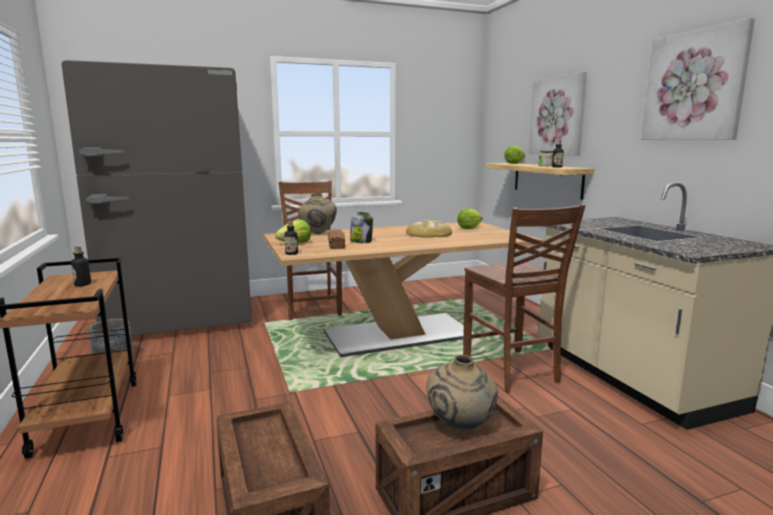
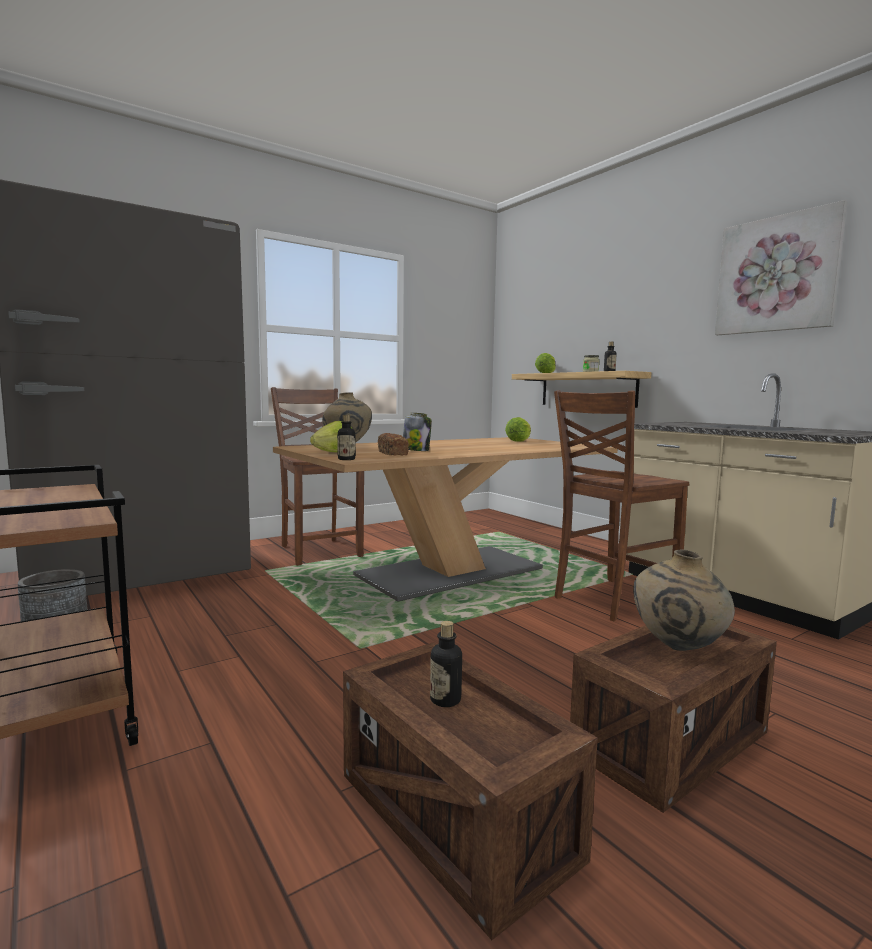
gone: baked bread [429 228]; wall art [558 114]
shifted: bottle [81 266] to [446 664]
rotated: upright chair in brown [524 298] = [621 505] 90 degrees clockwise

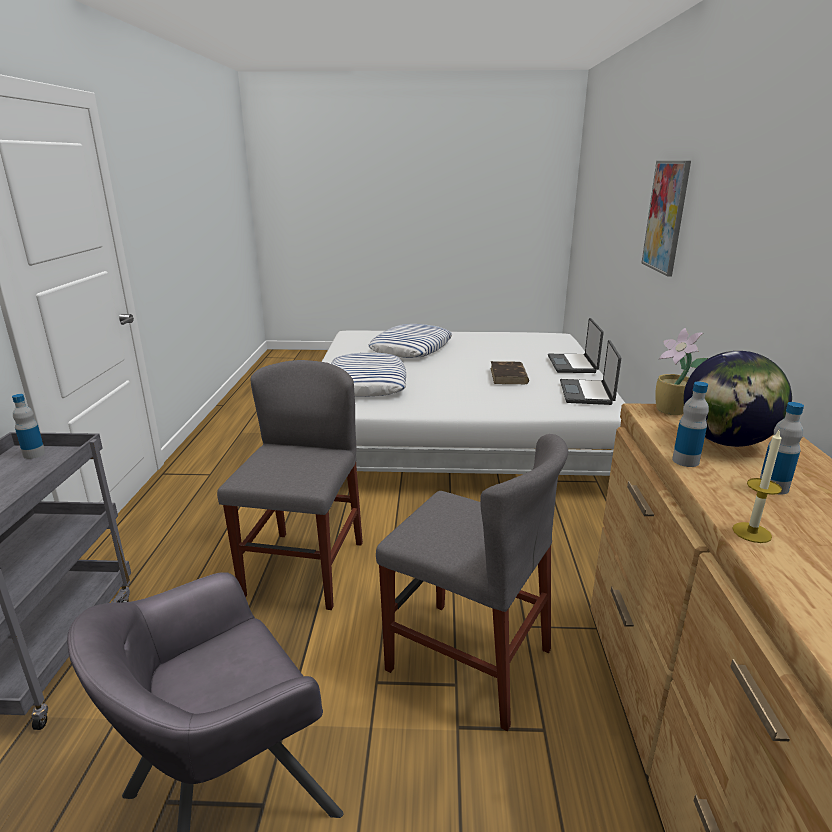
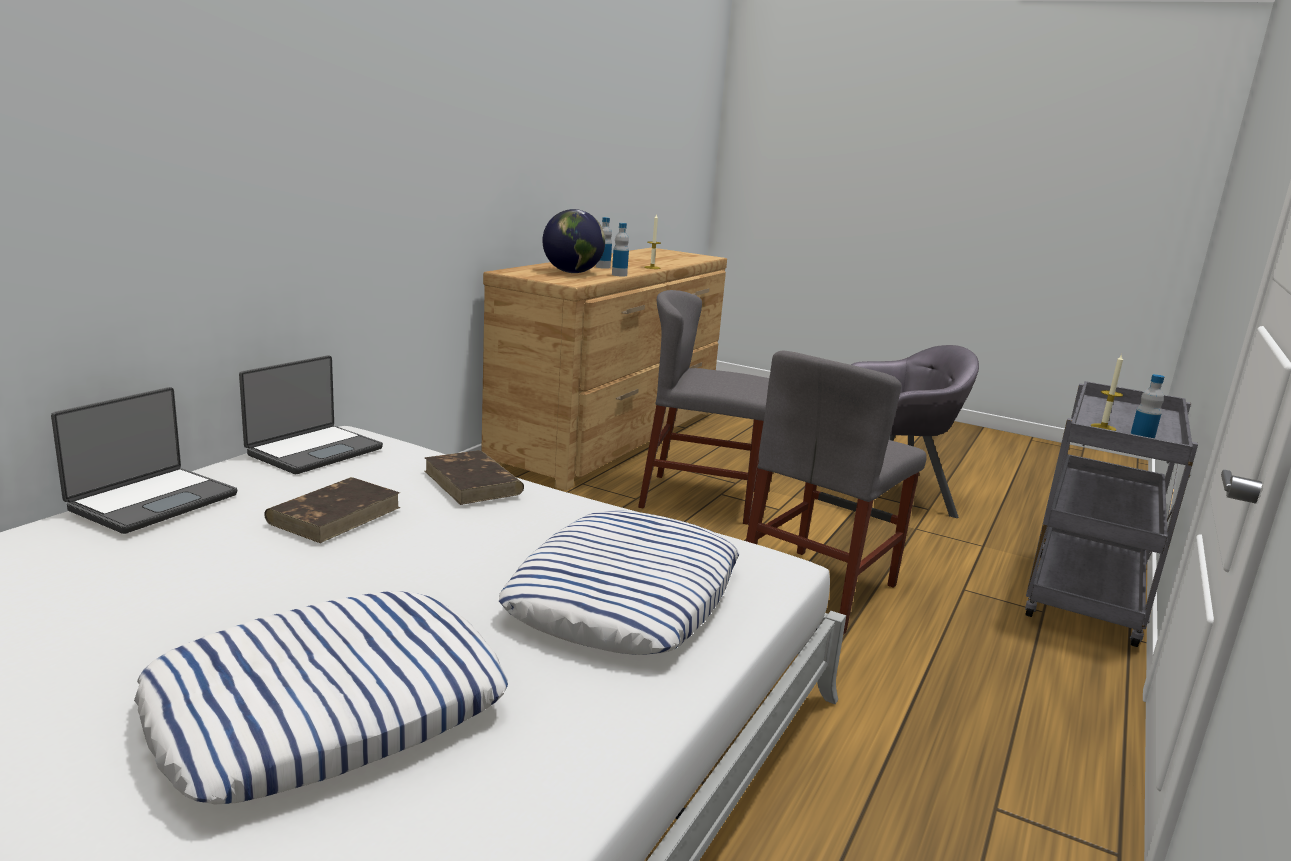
gone: wall art [666 218]; potted plant [681 371]
new: book in brown [474 477]; wax light [1107 392]
rotated: upright chair in greyish [472 582] = [703 407] 45 degrees counterclockwise

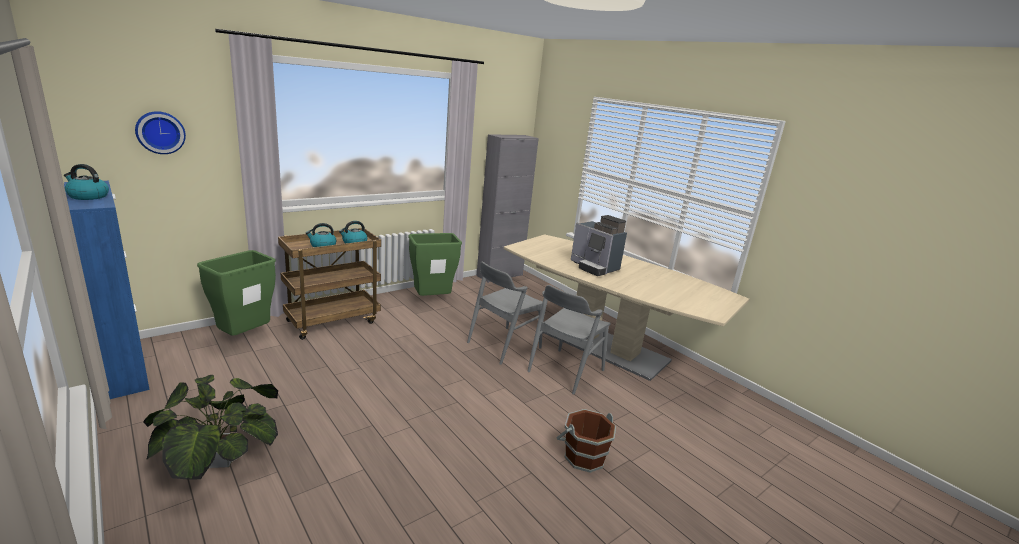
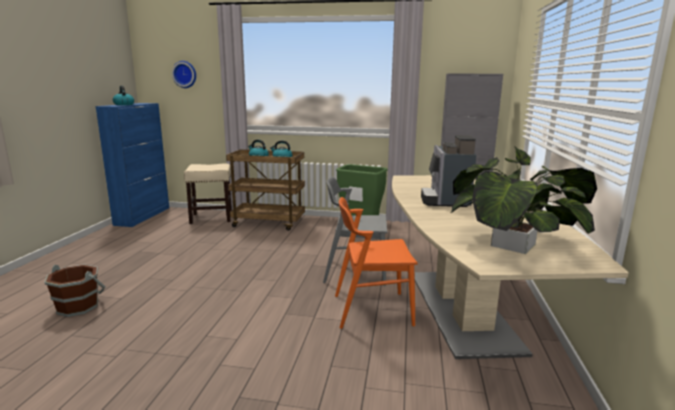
shifted: potted plant [210 427] to [524 200]; pail in brown [586 441] to [74 290]
swapped: waste bin in greenish [236 292] to stool seat in sand-coloured [208 193]
repainted: upright chair in greyish [569 340] to upright chair in orangey [376 263]

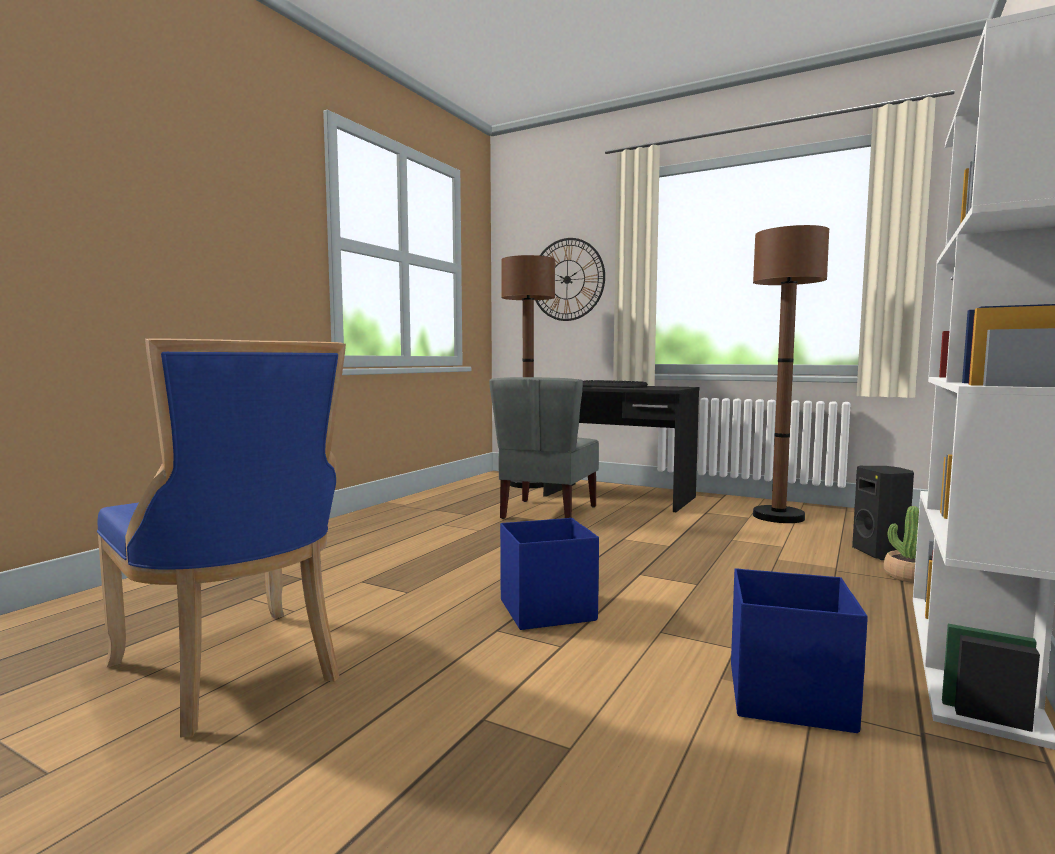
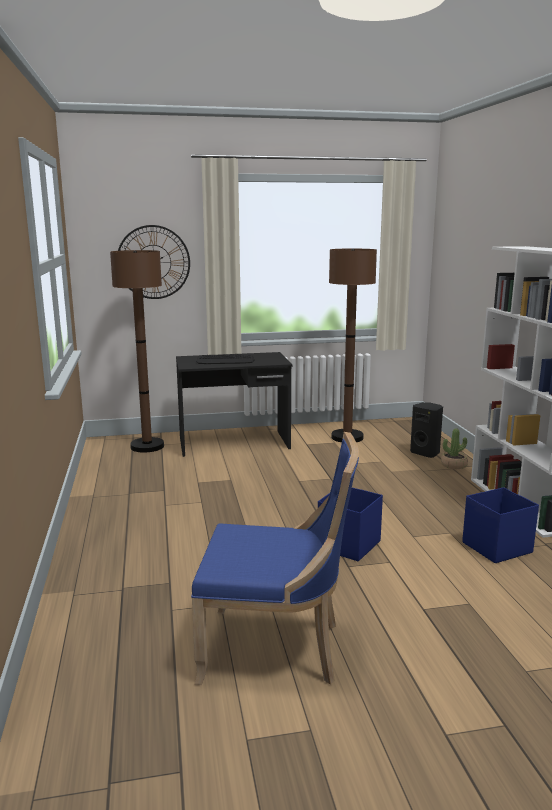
gone: upright chair in greyish [544 448]

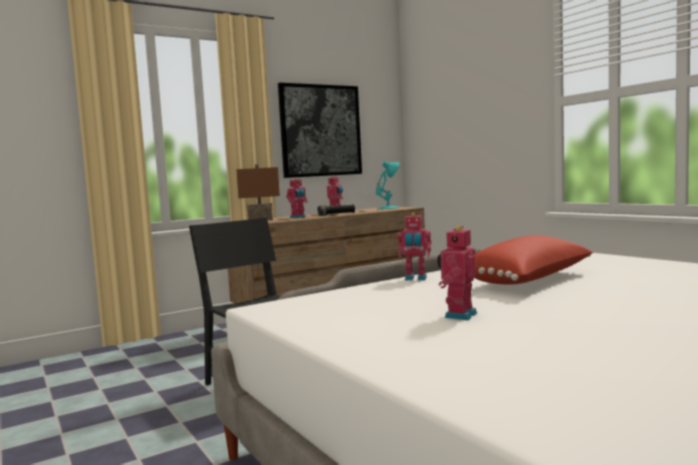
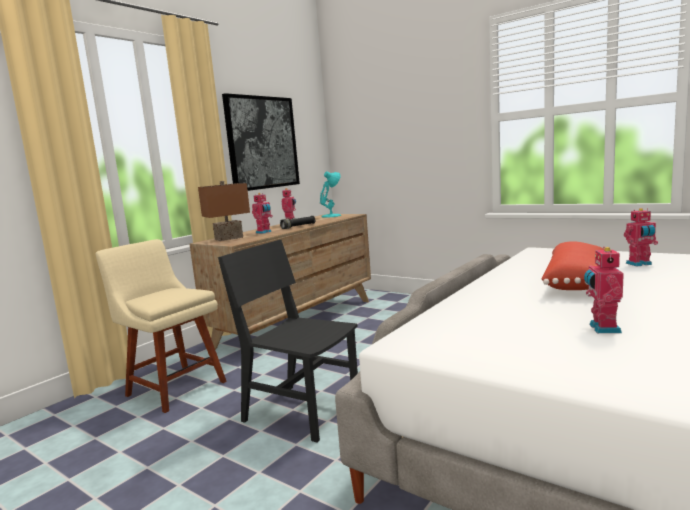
new: upright chair in sand-coloured [161 326]
shifted: model robot [414 246] to [641 237]

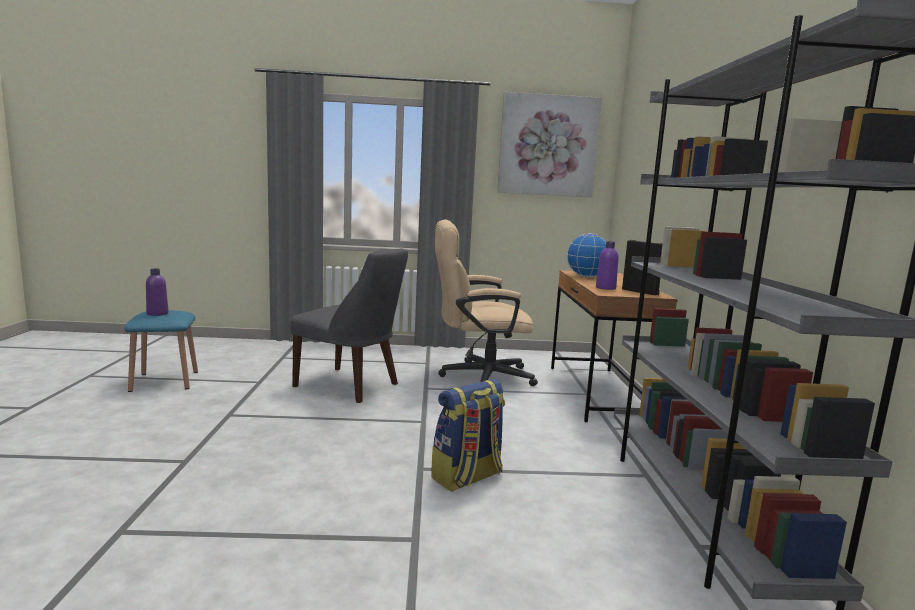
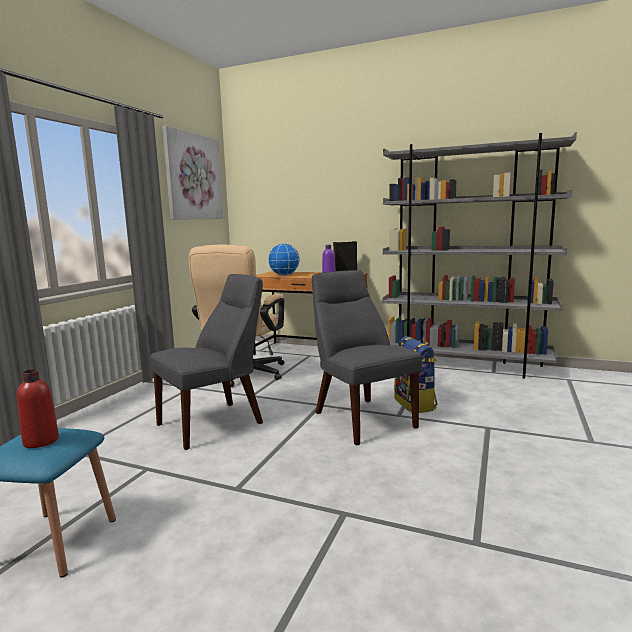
new: upright chair in greyish [367 357]
repainted: bottle in purplish [157 292] to bottle in red [38 408]

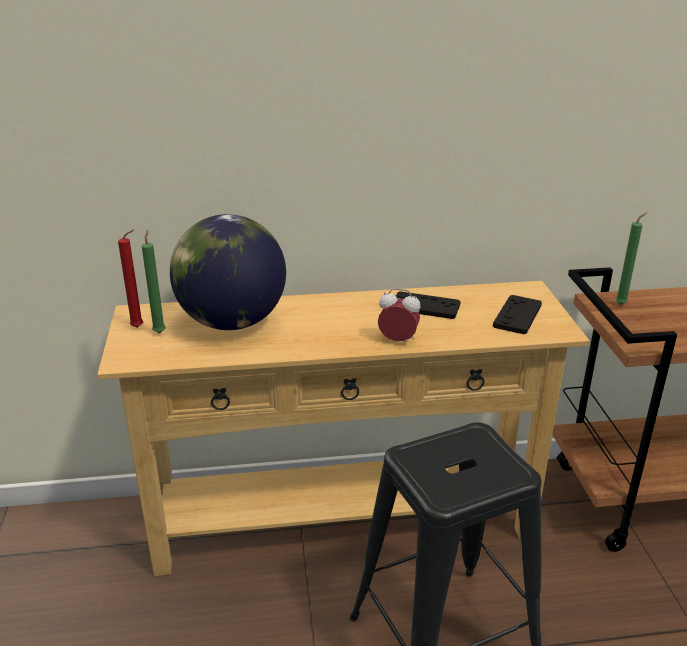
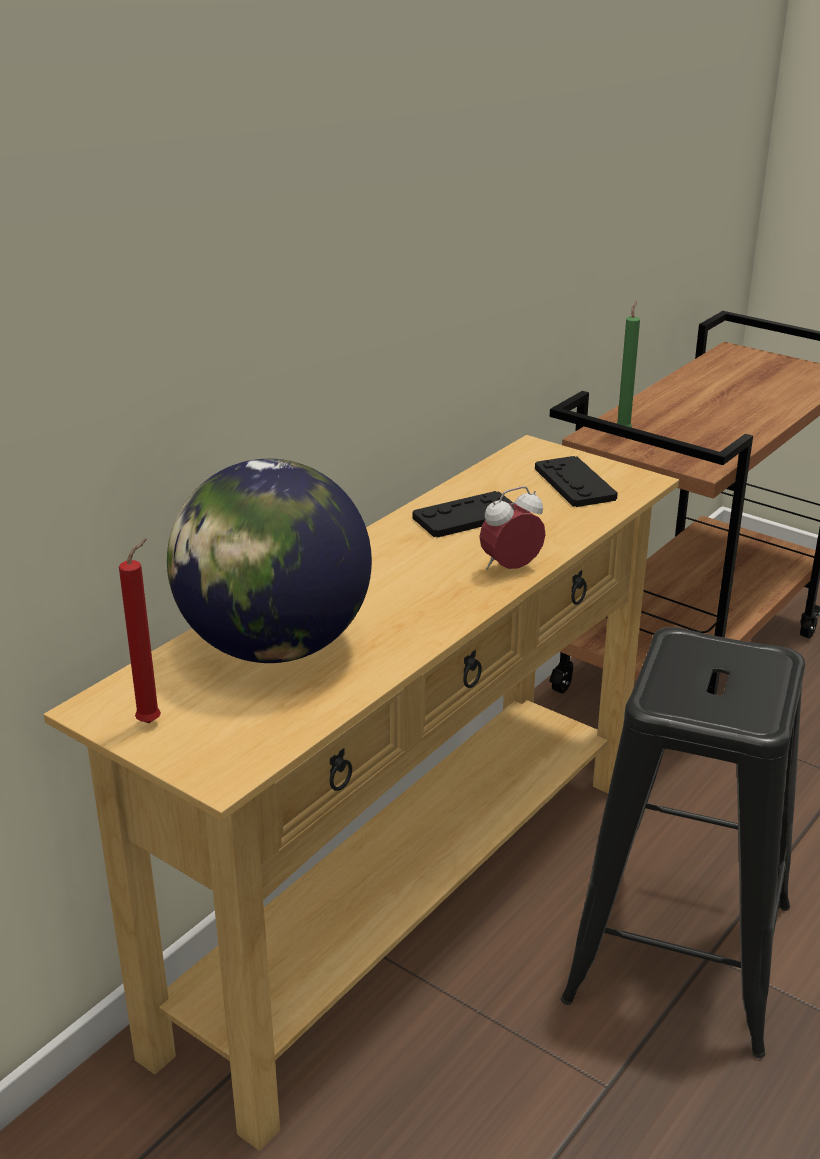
gone: wax light in greenish [154 281]

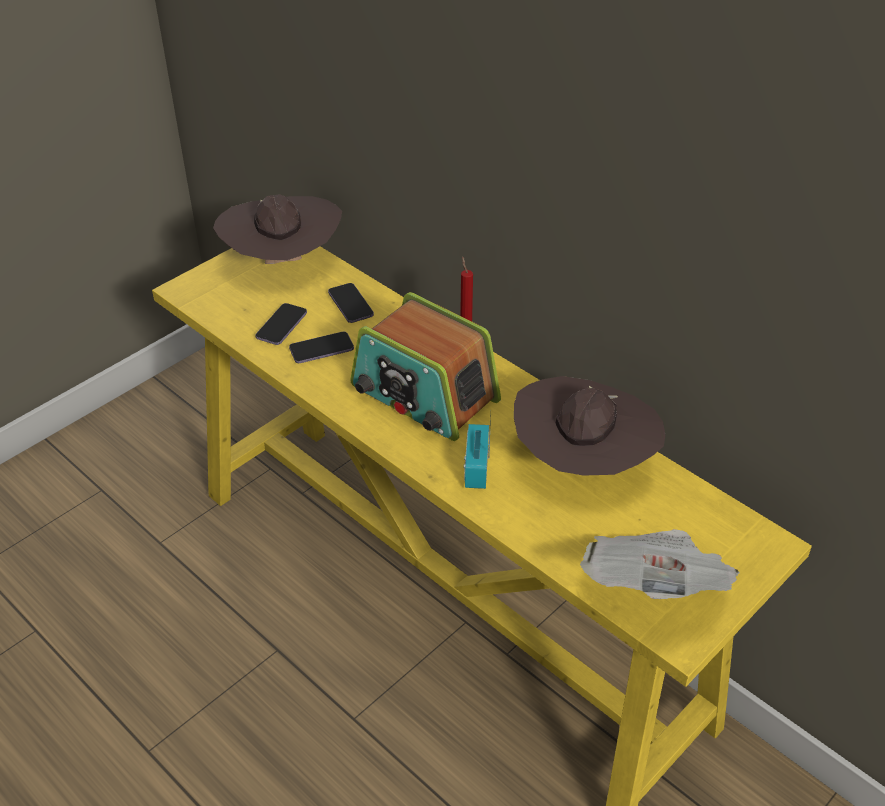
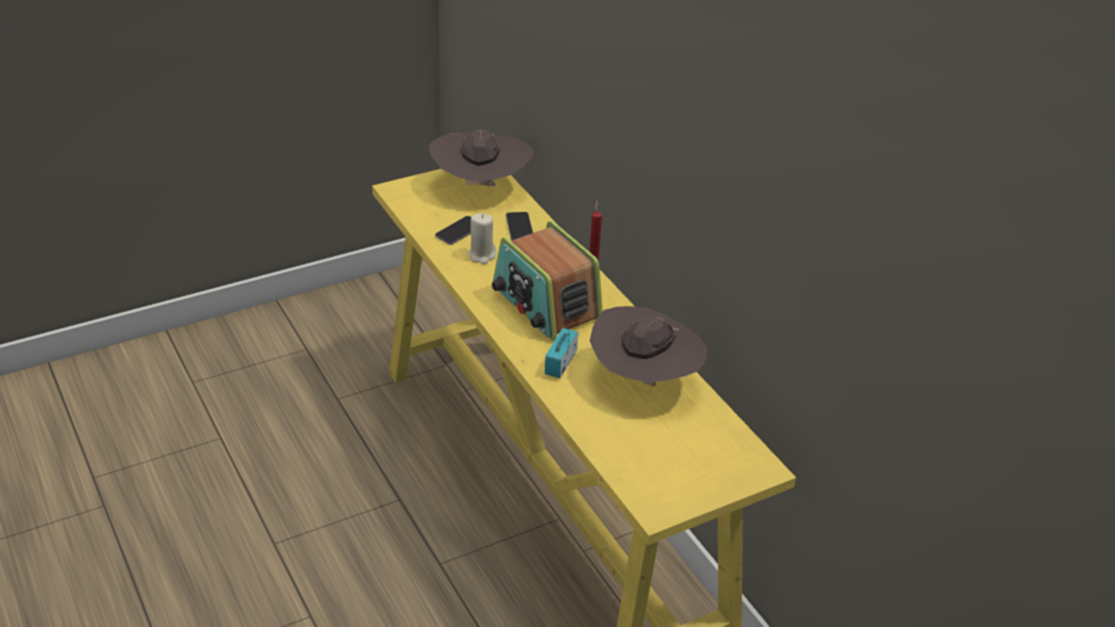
gone: newspaper [660 564]
swapped: telephone [321 347] to wax light in sand-coloured [482 238]

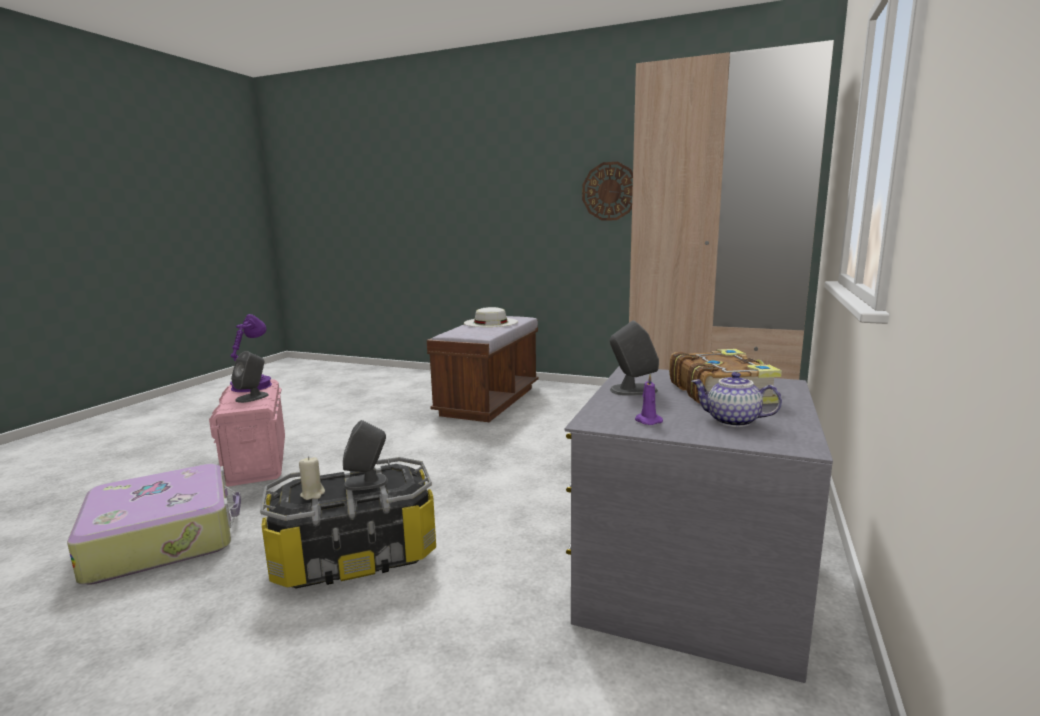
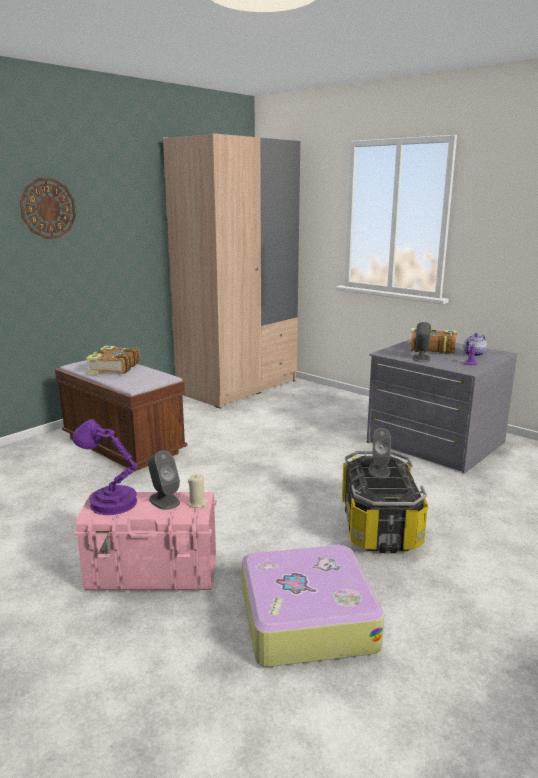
shifted: wax light in sand-coloured [312 478] to [197 491]; hanging clock [607 191] to [48 208]
swapped: clothing hat in white-coloured [491 317] to book [112 360]

